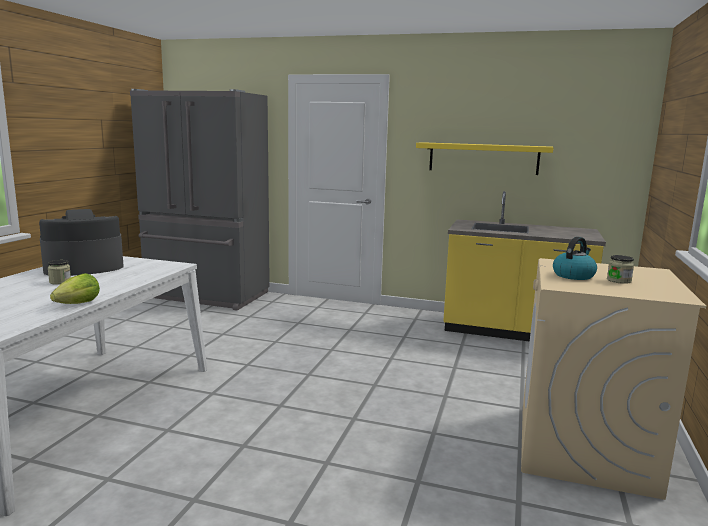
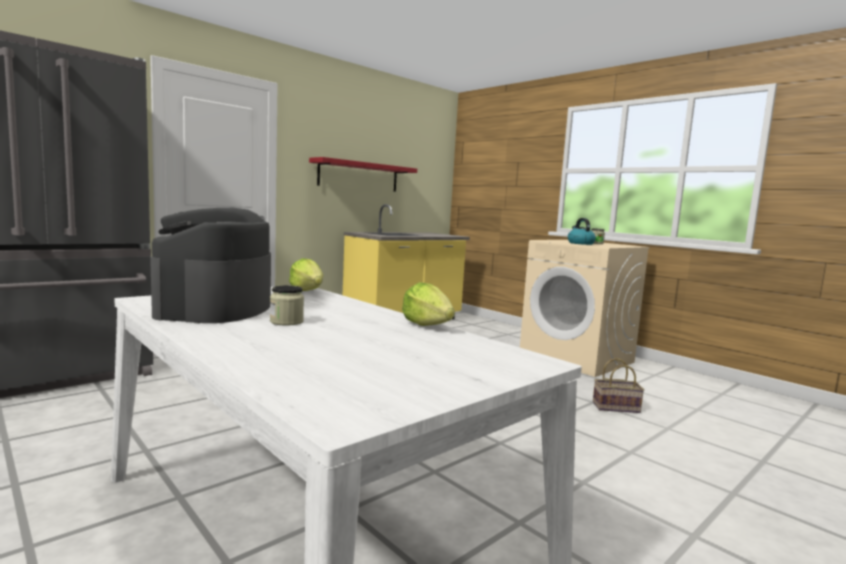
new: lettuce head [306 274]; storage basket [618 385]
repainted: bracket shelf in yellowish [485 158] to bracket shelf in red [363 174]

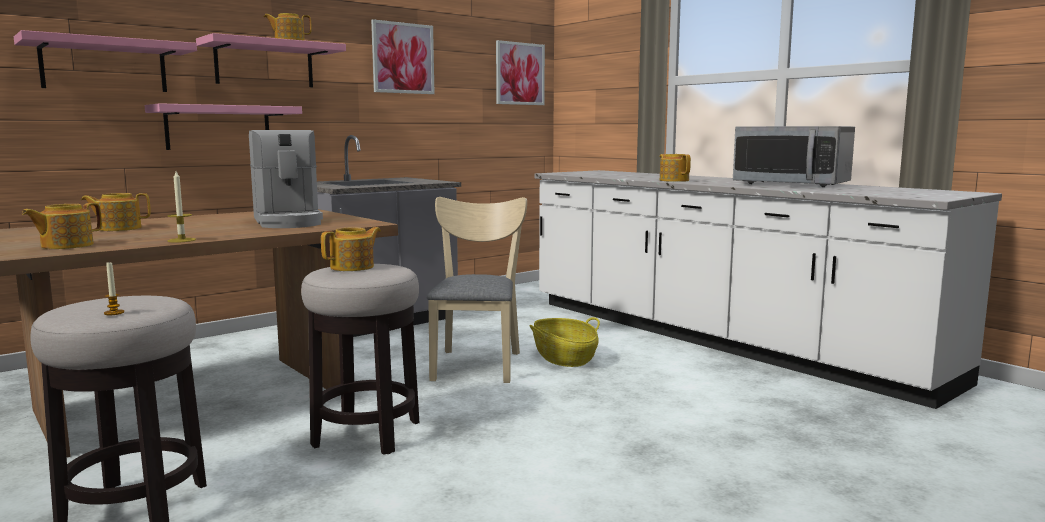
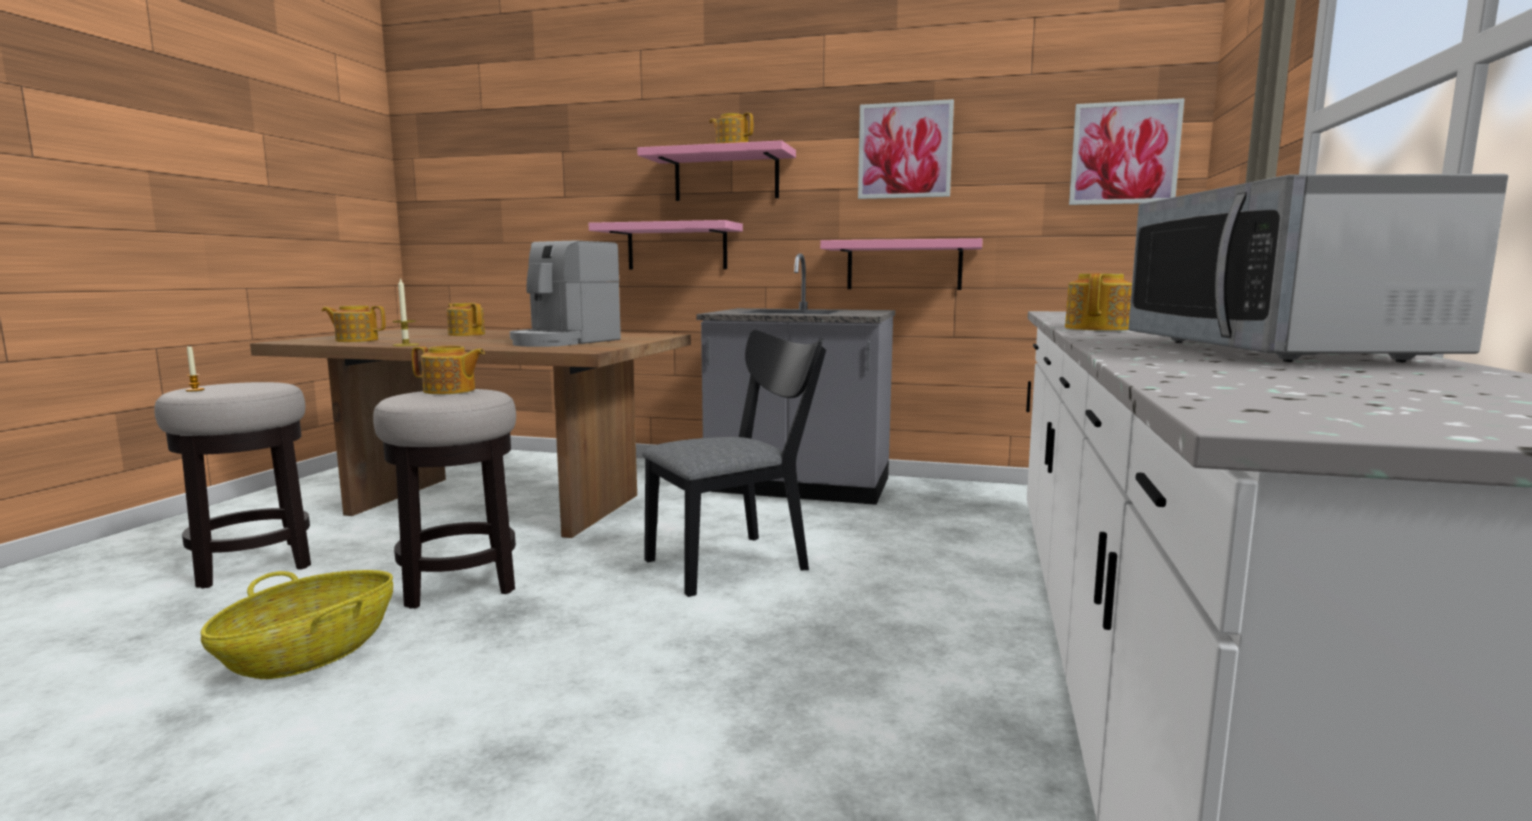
shifted: bracket shelf in pink [105 61] to [901 264]; storage basket [564 342] to [297 624]
repainted: upright chair in sand-coloured [477 290] to upright chair in blackish [734 463]

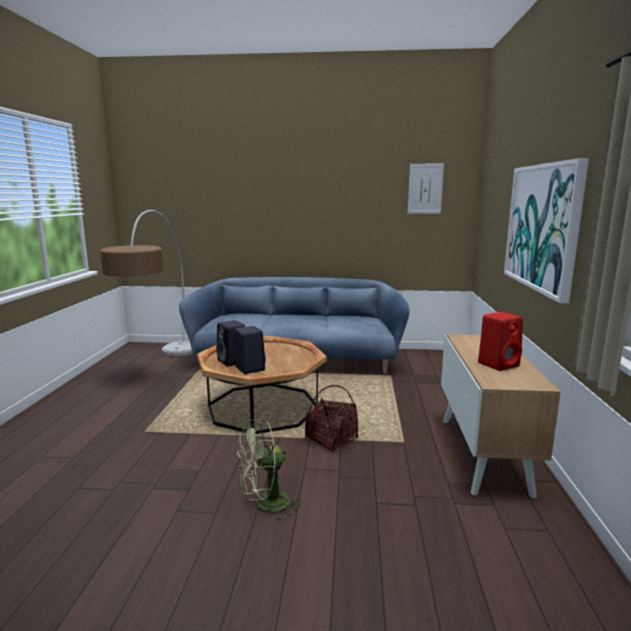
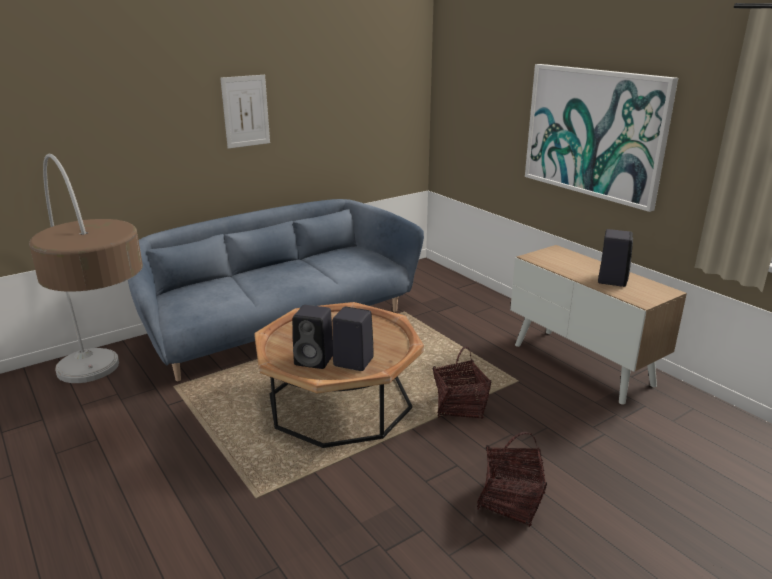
shifted: wall art [426 189] to [245 112]
swapped: cooling fan in greenish [269 470] to storage basket [512 479]
repainted: audio speaker in red [500 341] to audio speaker in blackish [615 258]

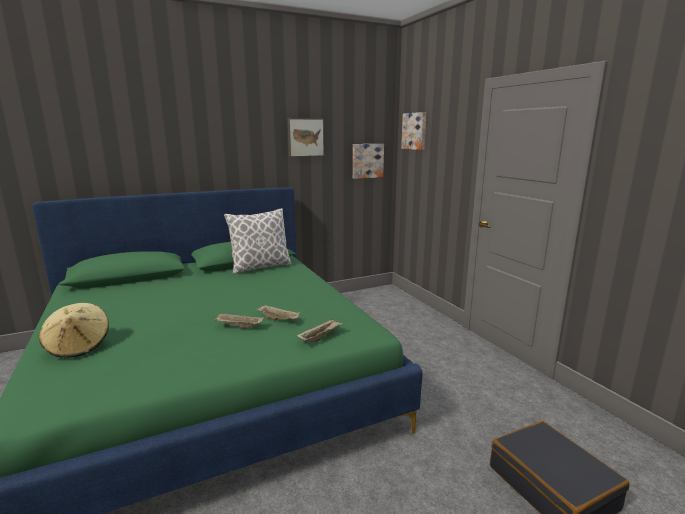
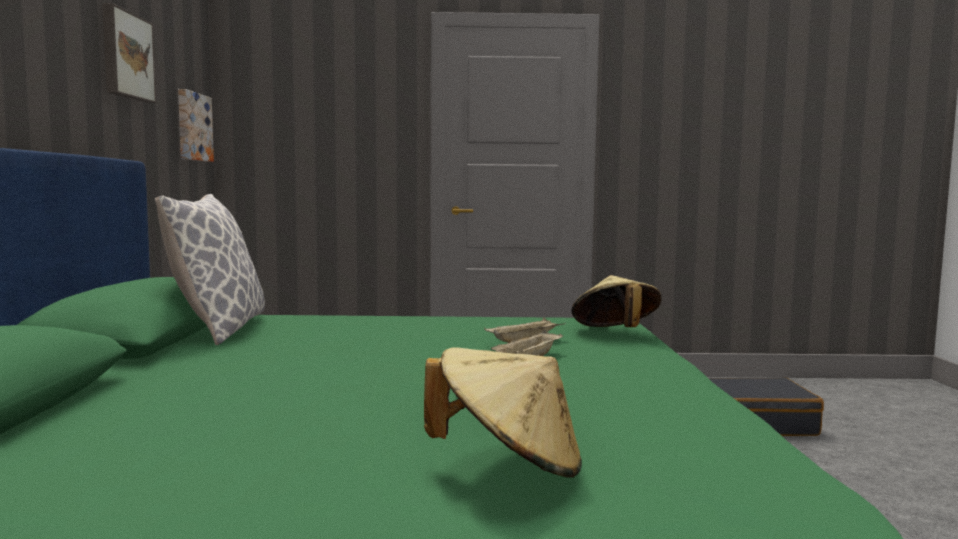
gone: wall art [413 131]
swapped: carrying tray in sand-coloured [320 330] to clothing hat in sand-coloured [616 301]

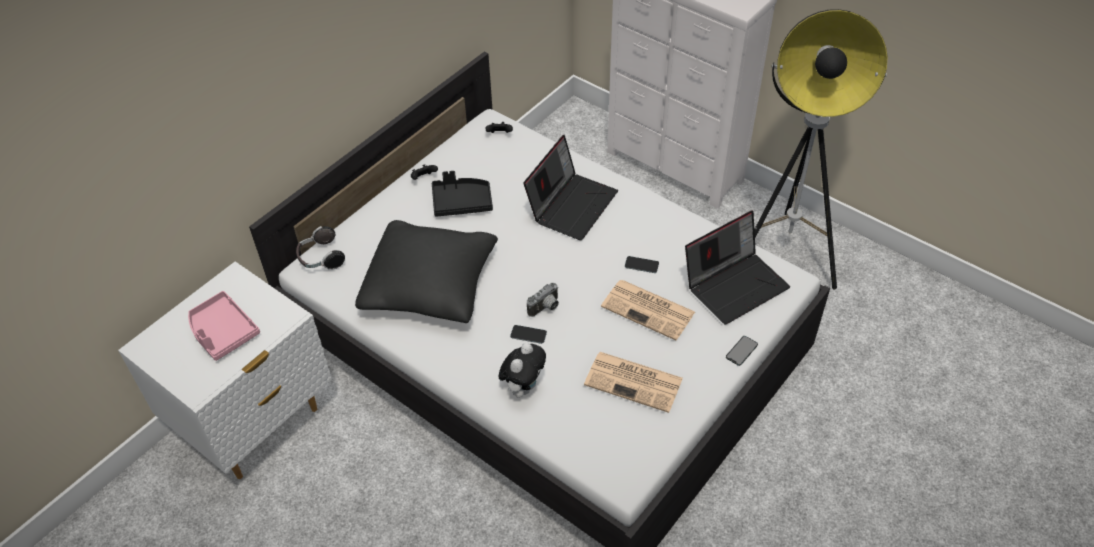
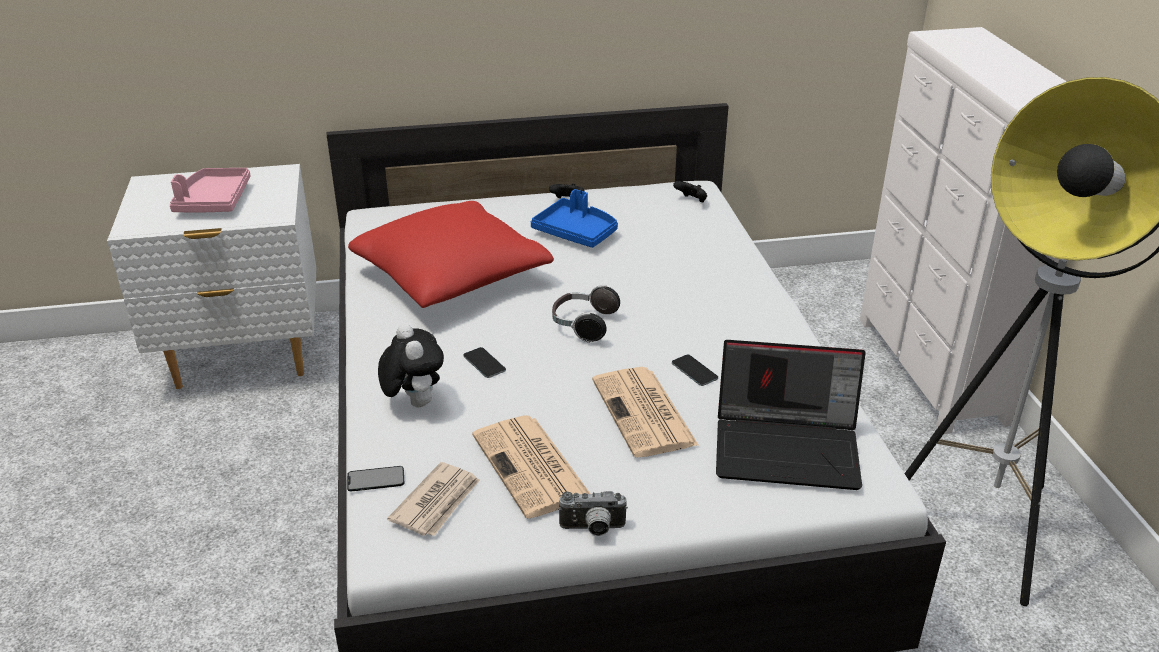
gone: portable computer [570 187]
new: newspaper [433 499]
shifted: headphones [320 248] to [586 314]; photo camera [543 300] to [593 513]; telephone [742 351] to [375 478]
repainted: pillow in blackish [426 271] to pillow in red [451 254]; carrying tray in blackish [462 194] to carrying tray in blue-coloured [574 218]
rotated: plush toy [522 370] = [411 365] 90 degrees counterclockwise

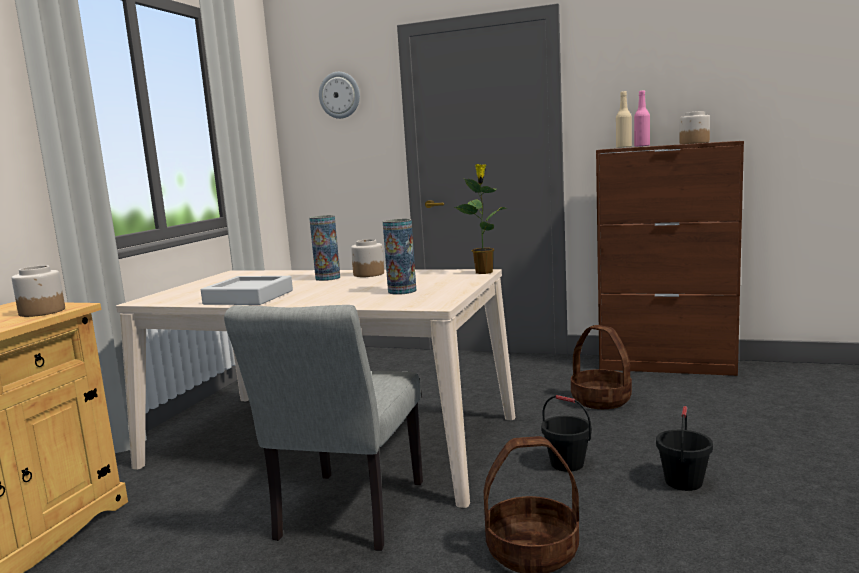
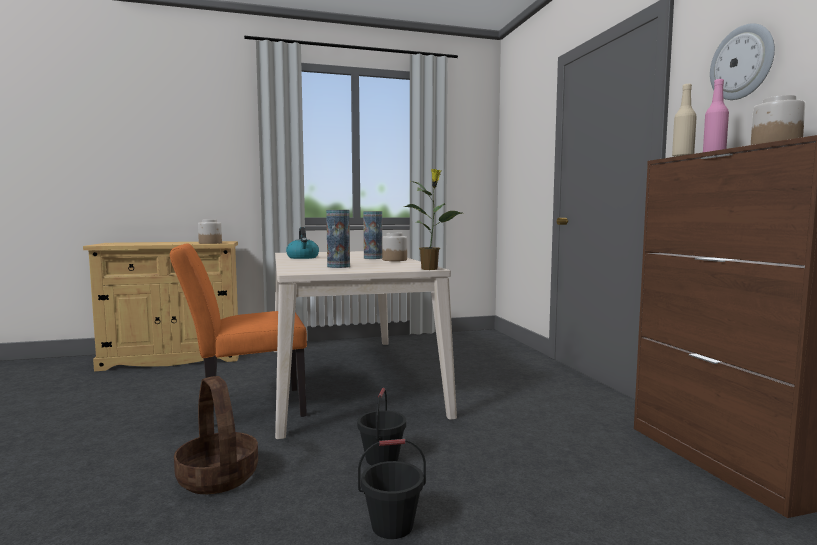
gone: storage basket [601 367]
shifted: hanging clock [339 95] to [742 61]
swapped: carrying tray in greyish [247 290] to water kettle [302 243]
repainted: upright chair in greyish [323 428] to upright chair in orangey [238 330]

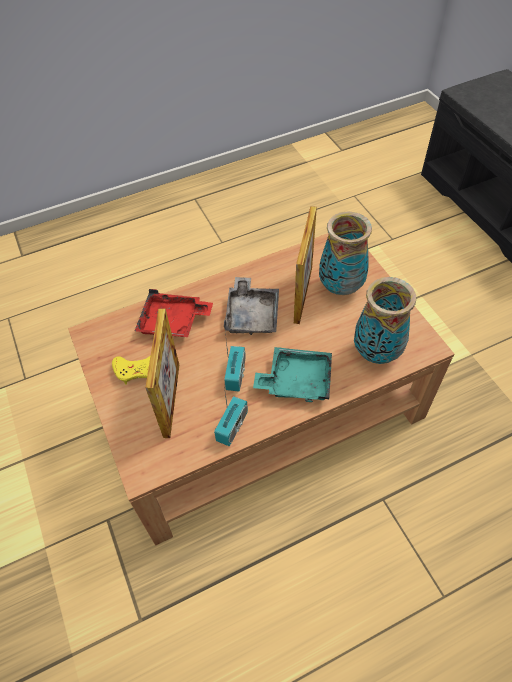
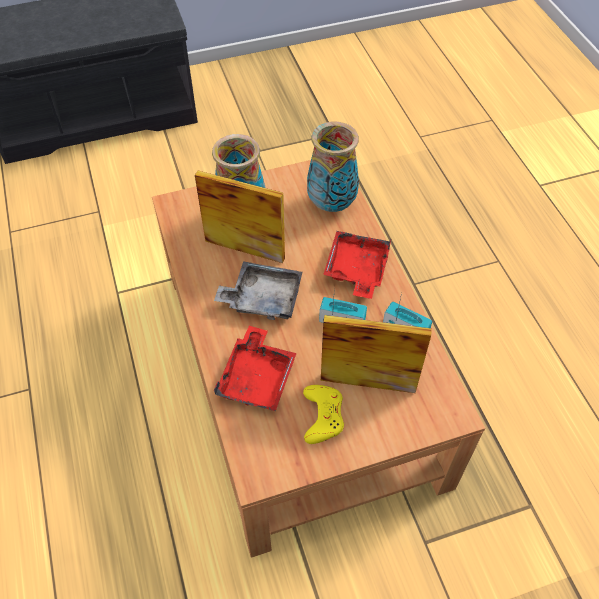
repainted: carrying tray in turquoise-coloured [292 374] to carrying tray in red [357 265]

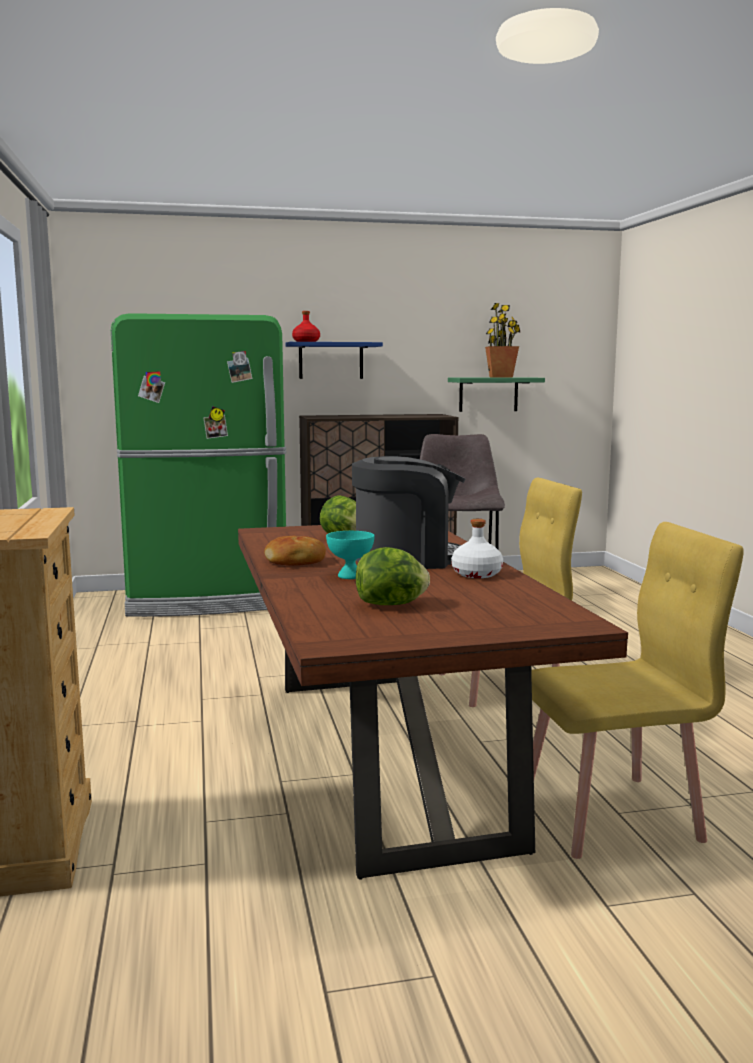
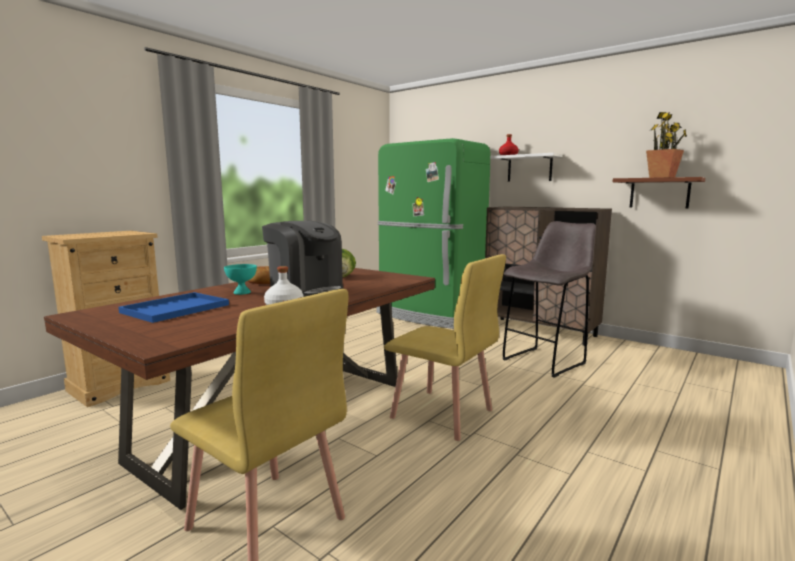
swapped: lettuce head [393 576] to carrying tray in blue-coloured [173 307]
repainted: bracket shelf in blue-coloured [334 360] to bracket shelf in white-coloured [526 167]; bracket shelf in greenish [496 394] to bracket shelf in brown [659 192]

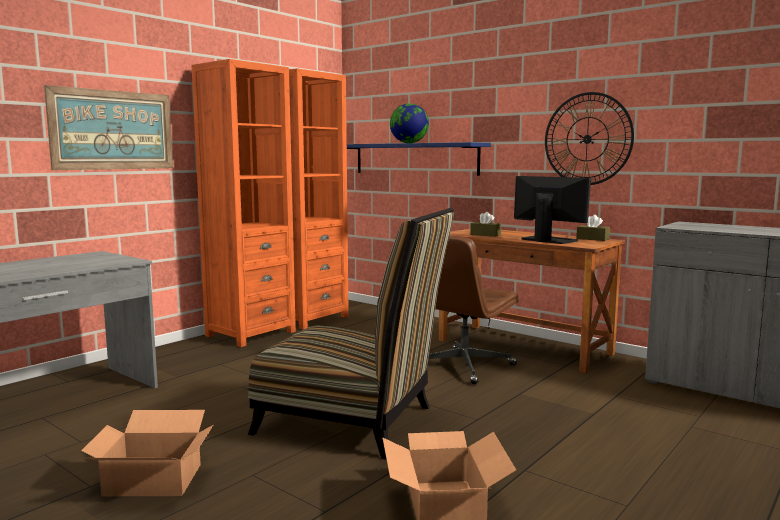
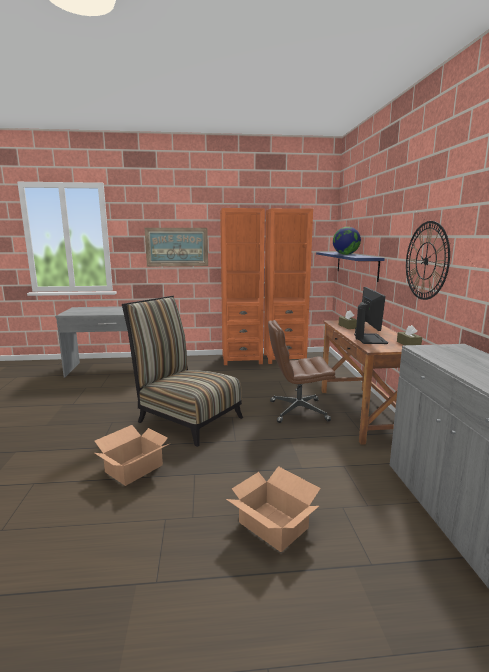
shifted: cardboard box [147 453] to [273 509]
rotated: upright chair [351 334] = [182 371] 150 degrees clockwise

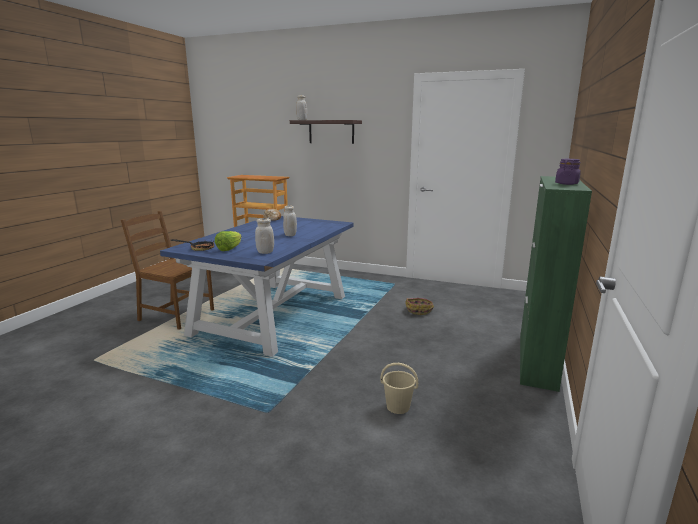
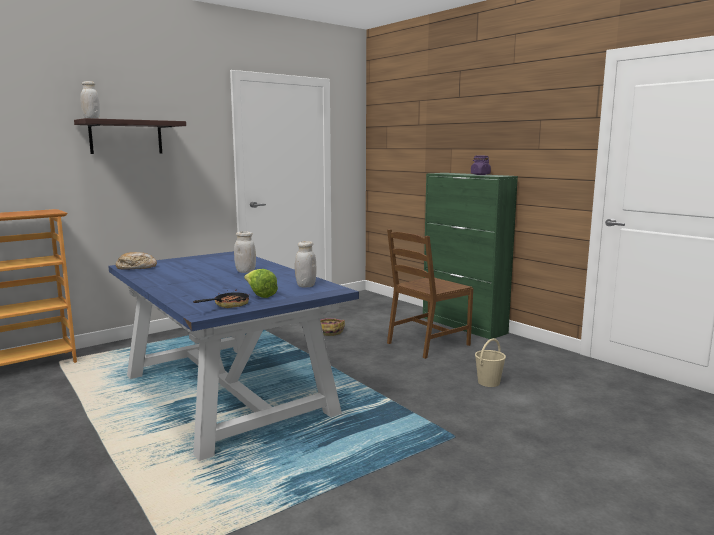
shifted: upright chair in brown [167 270] to [430 294]

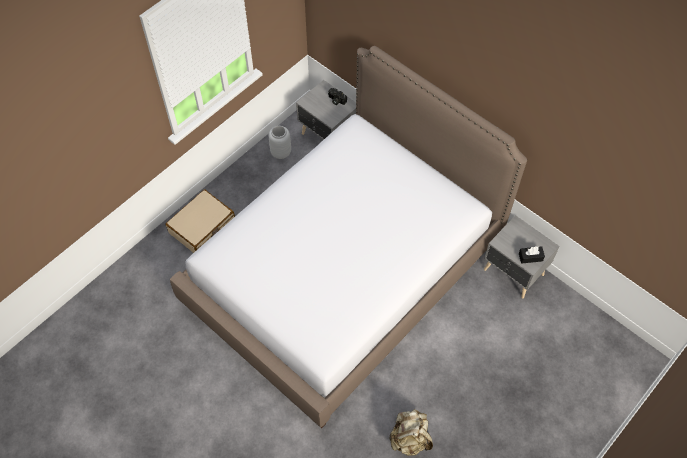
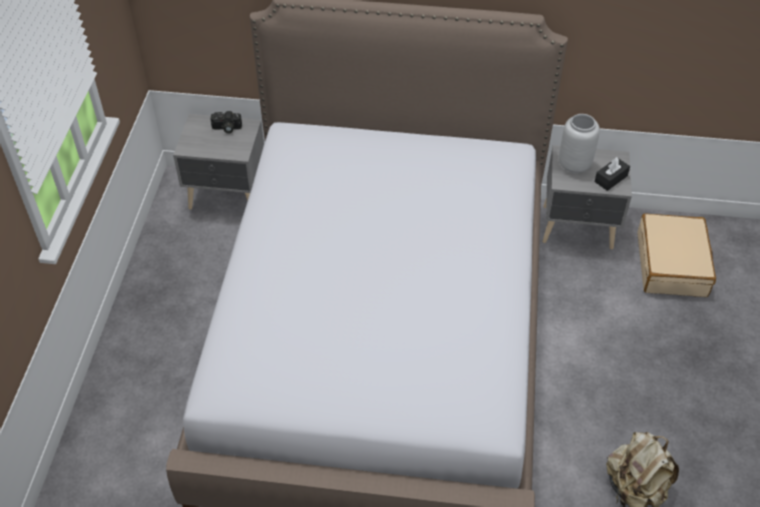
shifted: suitcase in sand-coloured [200 221] to [676 255]; vase in greyish [280 142] to [579 143]

